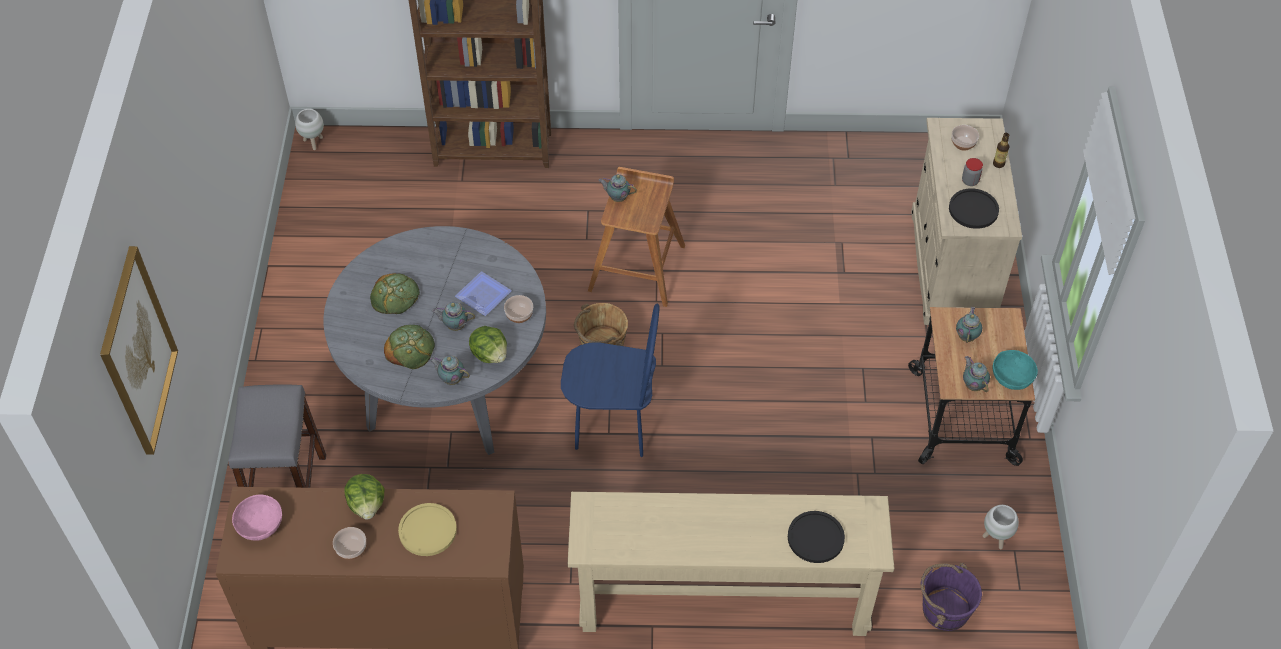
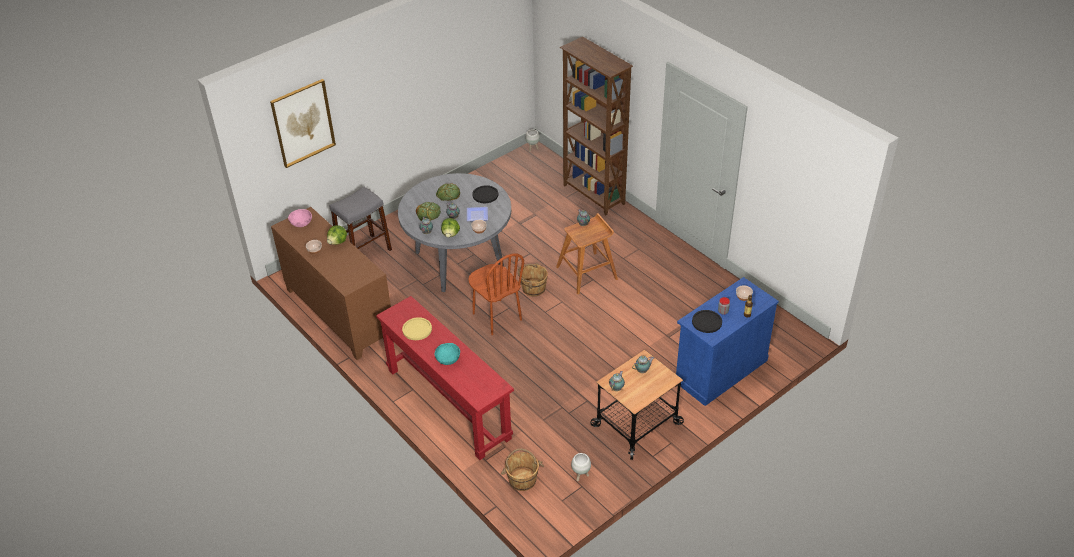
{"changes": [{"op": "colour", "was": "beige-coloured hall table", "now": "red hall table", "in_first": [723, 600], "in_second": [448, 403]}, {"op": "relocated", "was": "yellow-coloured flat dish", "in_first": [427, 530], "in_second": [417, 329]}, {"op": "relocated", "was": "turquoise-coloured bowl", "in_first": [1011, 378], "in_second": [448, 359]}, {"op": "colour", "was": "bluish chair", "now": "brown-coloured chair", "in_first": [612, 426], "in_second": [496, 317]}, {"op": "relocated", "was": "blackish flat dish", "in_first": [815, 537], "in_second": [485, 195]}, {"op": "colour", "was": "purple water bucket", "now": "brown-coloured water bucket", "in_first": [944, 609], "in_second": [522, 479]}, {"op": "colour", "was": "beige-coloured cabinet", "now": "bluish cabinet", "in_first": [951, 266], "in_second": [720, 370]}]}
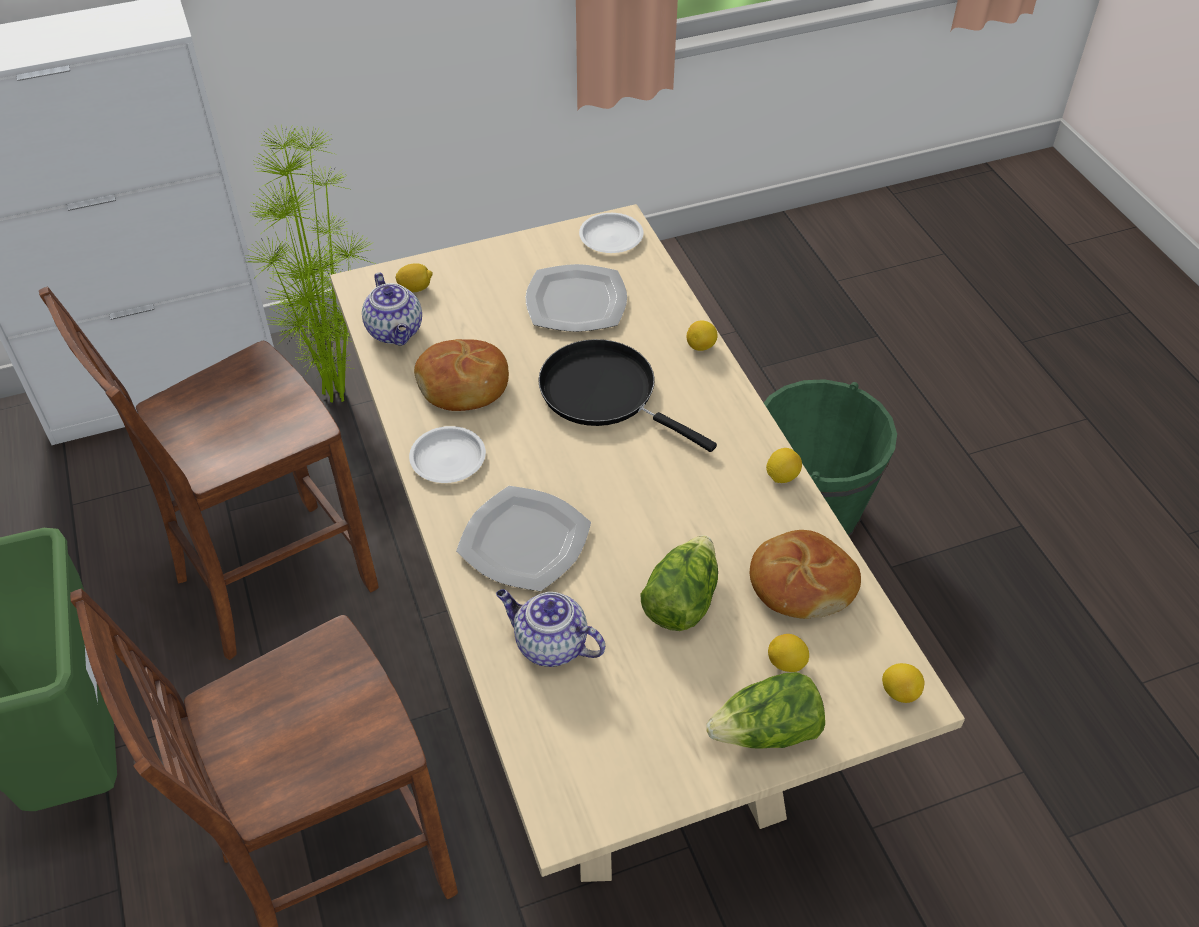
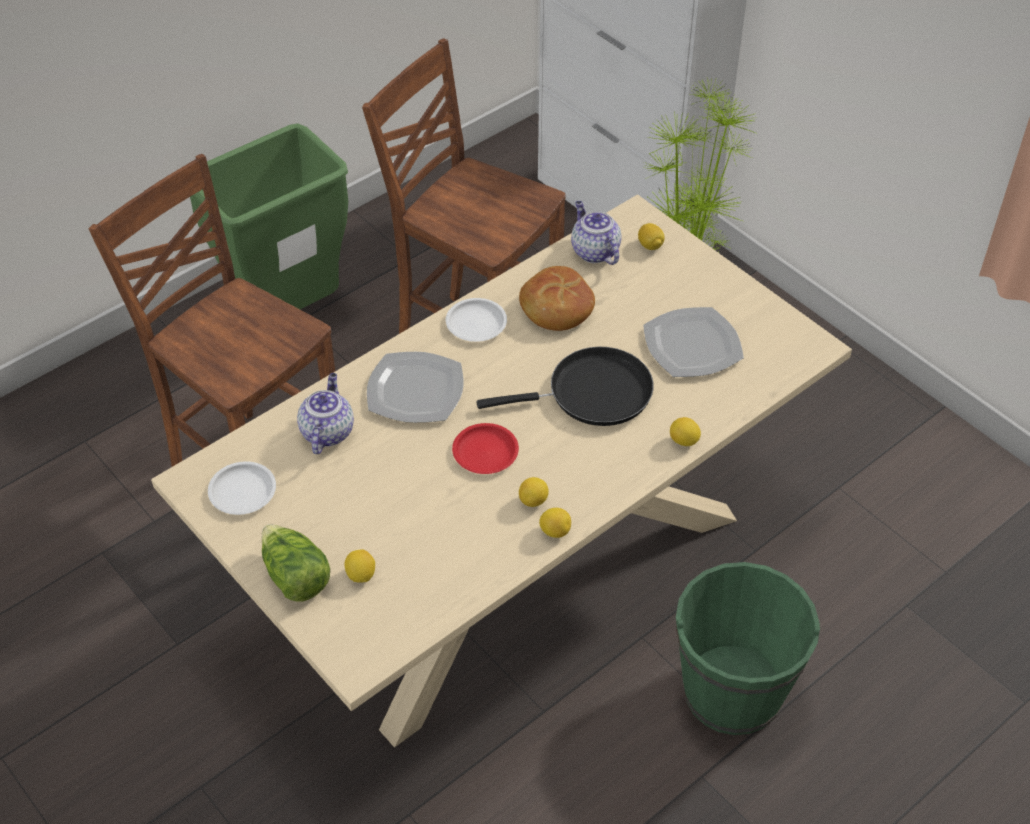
{"changes": [{"op": "relocated", "was": "white-coloured flat dish", "in_first": [611, 237], "in_second": [243, 492]}, {"op": "appeared", "now": "red flat dish", "in_second": [486, 452]}, {"op": "spun", "was": "blackish skillet", "in_first": [605, 393], "in_second": [592, 393], "clockwise": 60}, {"op": "relocated", "was": "lemon", "in_first": [899, 692], "in_second": [533, 501]}, {"op": "spun", "was": "teapot", "in_first": [396, 332], "in_second": [594, 251], "clockwise": 105}, {"op": "missing", "was": "lettuce", "in_first": [680, 599]}, {"op": "missing", "was": "bread", "in_first": [800, 584]}]}
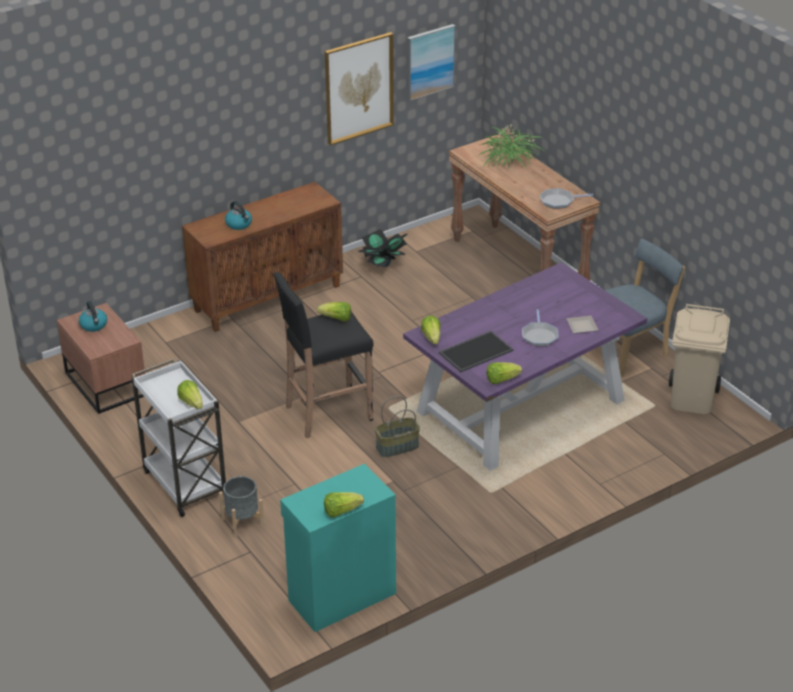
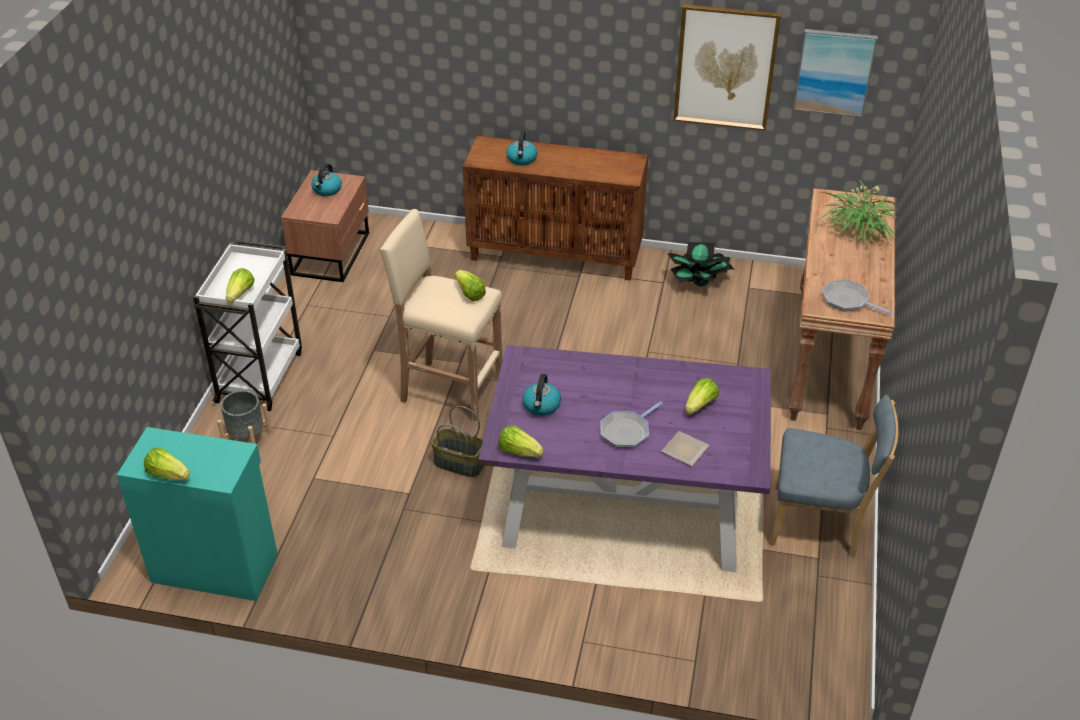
{"changes": [{"op": "colour", "was": "blackish stool", "now": "beige-coloured stool", "in_first": [327, 413], "in_second": [449, 391]}, {"op": "exchanged", "was": "tray", "now": "water kettle", "in_first": [476, 351], "in_second": [541, 406]}, {"op": "relocated", "was": "lettuce", "in_first": [432, 337], "in_second": [700, 405]}, {"op": "missing", "was": "beige-coloured waste bin", "in_first": [691, 398]}]}
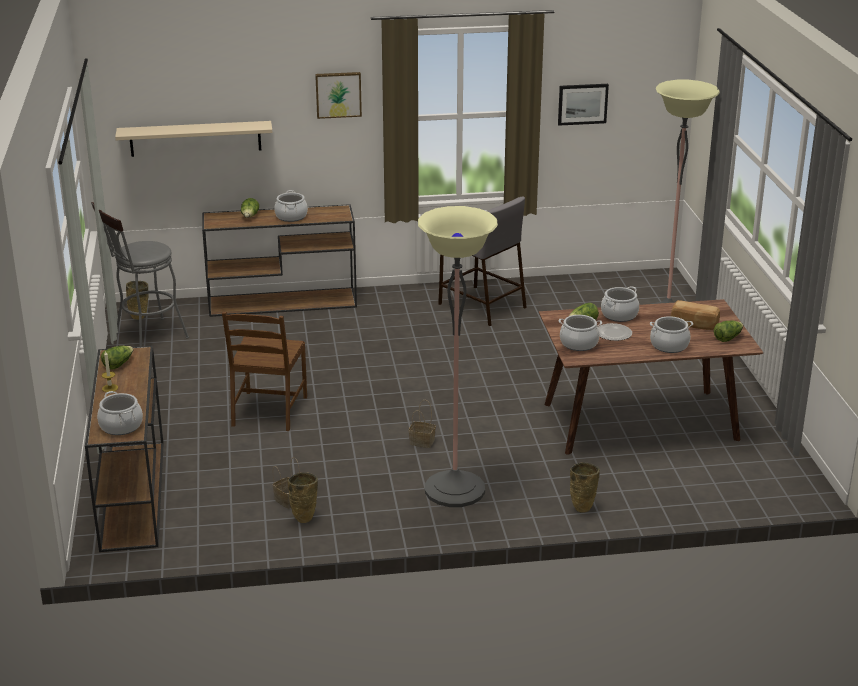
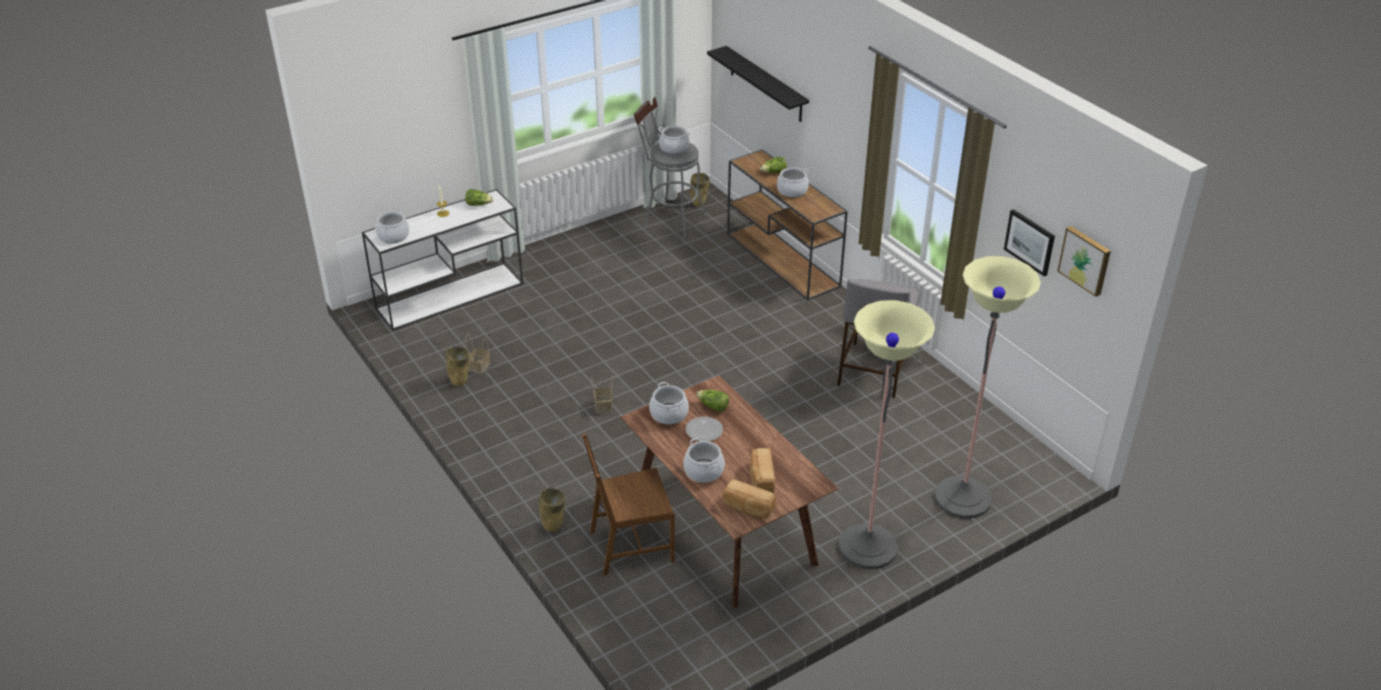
{"changes": [{"op": "colour", "was": "brown-coloured hall table", "now": "white-coloured hall table", "in_first": [132, 493], "in_second": [451, 295]}, {"op": "relocated", "was": "brown-coloured chair", "in_first": [269, 411], "in_second": [630, 546]}, {"op": "relocated", "was": "stockpot", "in_first": [619, 315], "in_second": [674, 148]}, {"op": "colour", "was": "beige-coloured wall shelf", "now": "blackish wall shelf", "in_first": [195, 138], "in_second": [766, 84]}, {"op": "exchanged", "was": "lettuce", "now": "bread", "in_first": [727, 338], "in_second": [748, 507]}, {"op": "relocated", "was": "standing lamp", "in_first": [454, 489], "in_second": [868, 547]}, {"op": "relocated", "was": "wall art", "in_first": [338, 94], "in_second": [1085, 260]}]}
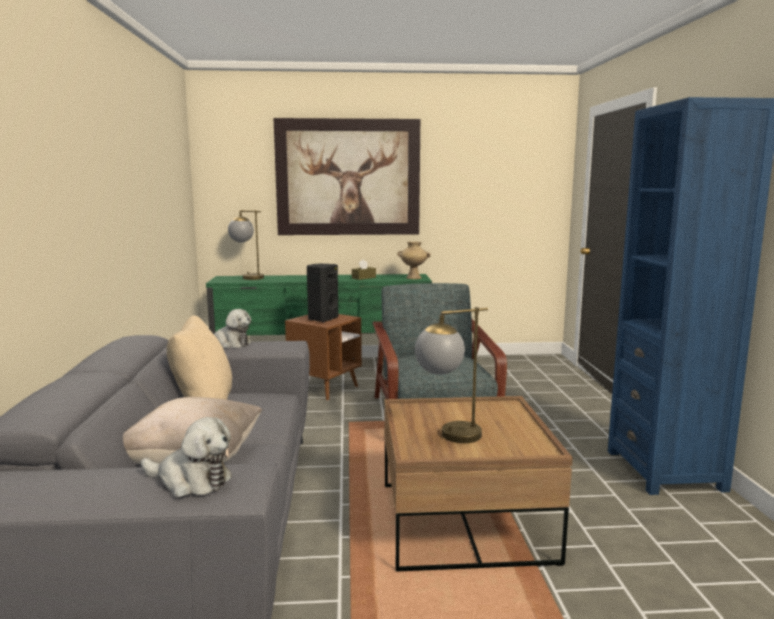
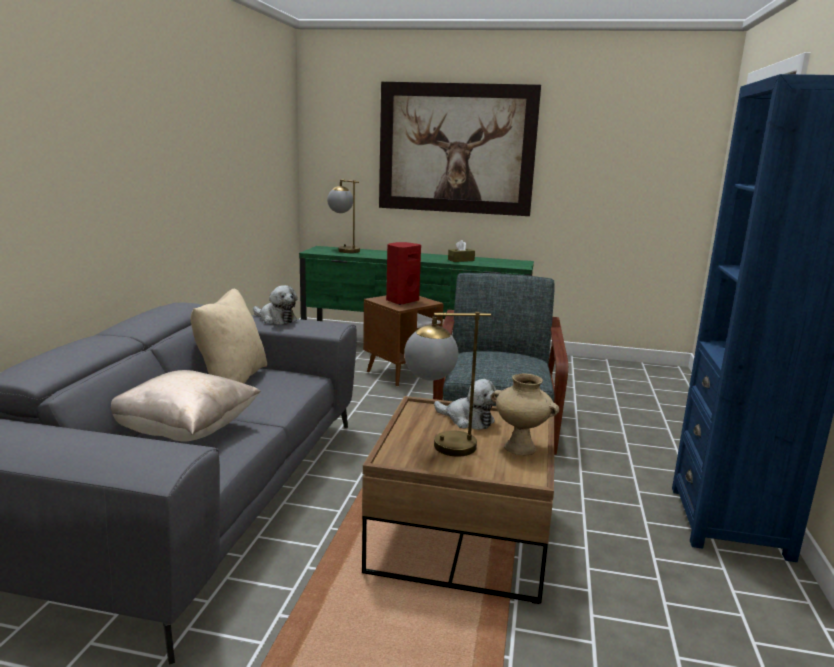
{"changes": [{"op": "colour", "was": "blackish speaker", "now": "red speaker", "in_first": [322, 319], "in_second": [401, 301]}, {"op": "relocated", "was": "soft toy", "in_first": [191, 481], "in_second": [467, 420]}, {"op": "relocated", "was": "beige-coloured vase", "in_first": [414, 278], "in_second": [521, 447]}]}
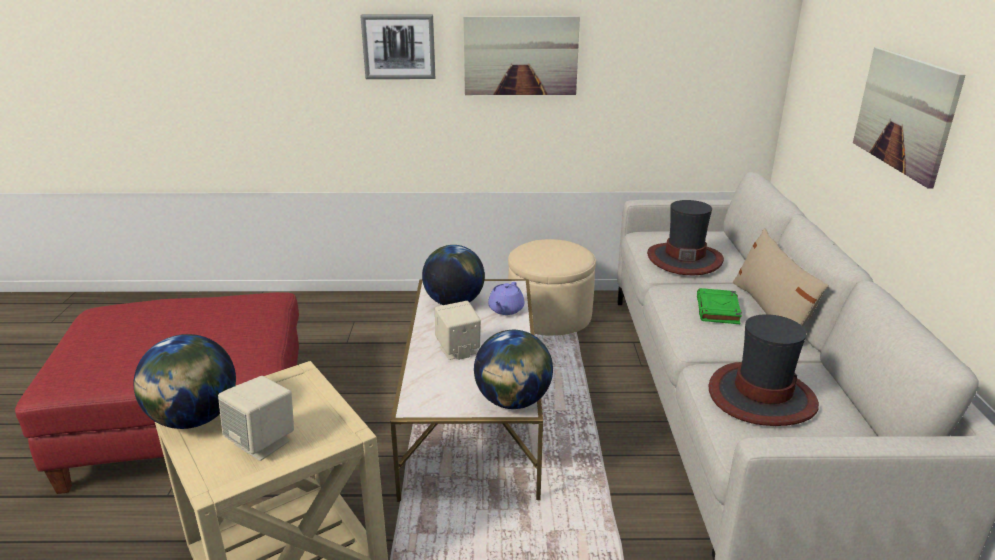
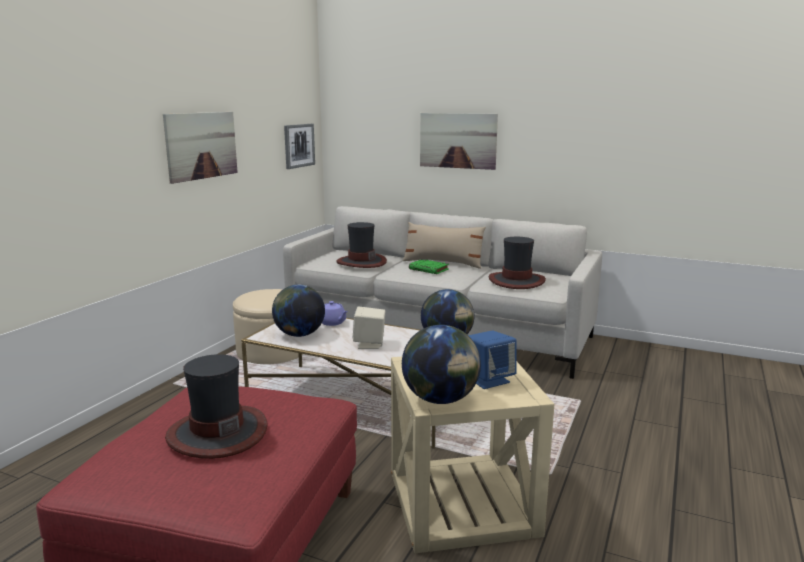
{"changes": [{"op": "appeared", "now": "wearable hat", "in_second": [217, 433]}, {"op": "relocated", "was": "wall art", "in_first": [399, 46], "in_second": [298, 145]}, {"op": "colour", "was": "beige-coloured speaker", "now": "bluish speaker", "in_first": [263, 442], "in_second": [488, 380]}]}
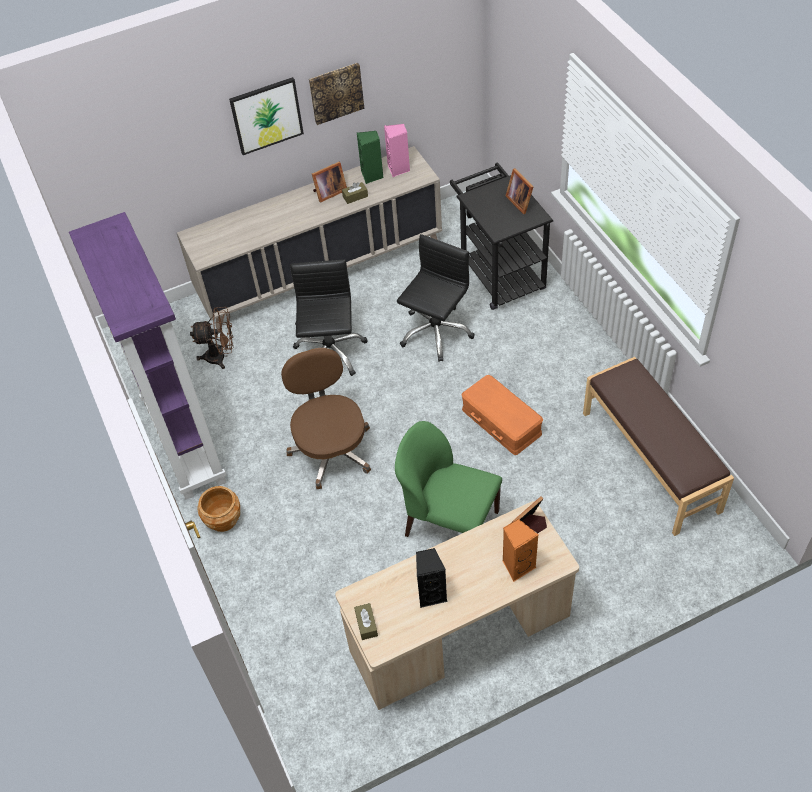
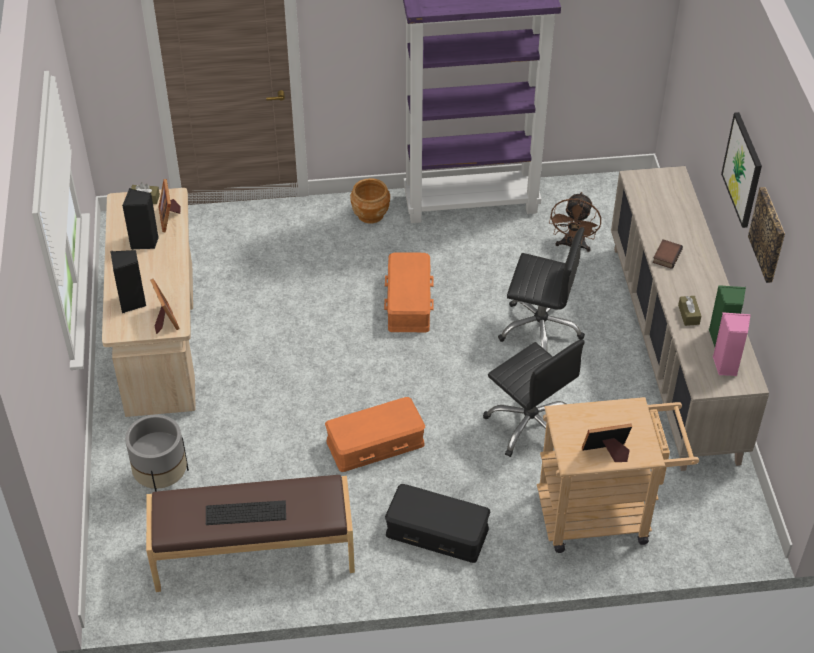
{"changes": [{"op": "colour", "was": "orangey speaker", "now": "blackish speaker", "in_first": [517, 565], "in_second": [132, 302]}, {"op": "appeared", "now": "gray planter", "in_second": [162, 480]}, {"op": "relocated", "was": "picture frame", "in_first": [328, 193], "in_second": [170, 217]}, {"op": "appeared", "now": "PC keyboard", "in_second": [246, 513]}, {"op": "exchanged", "was": "brown-coloured computer chair", "now": "orangey storage box", "in_first": [331, 450], "in_second": [409, 301]}, {"op": "appeared", "now": "blackish storage box", "in_second": [436, 532]}, {"op": "colour", "was": "blackish trolley", "now": "beige-coloured trolley", "in_first": [498, 272], "in_second": [604, 514]}, {"op": "appeared", "now": "bound book", "in_second": [666, 256]}, {"op": "missing", "was": "greenish chair", "in_first": [450, 523]}]}
